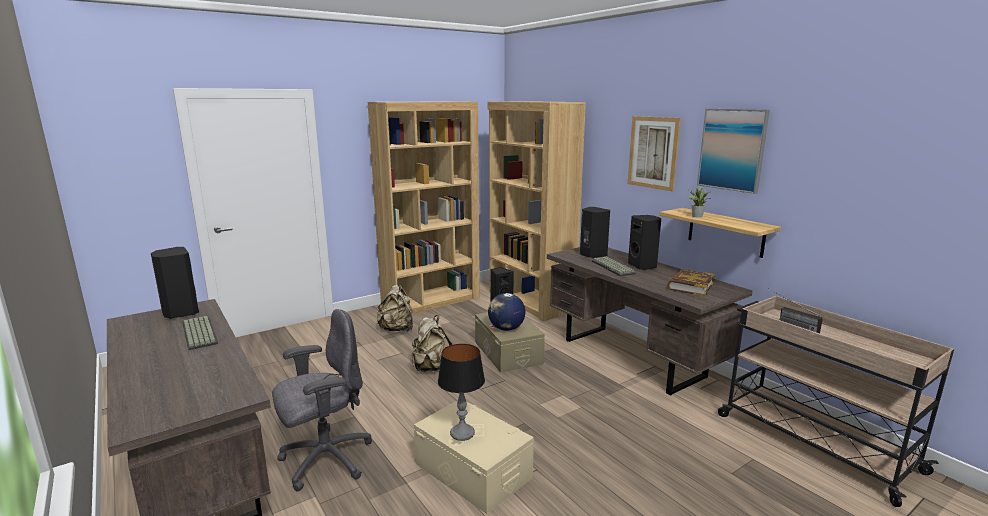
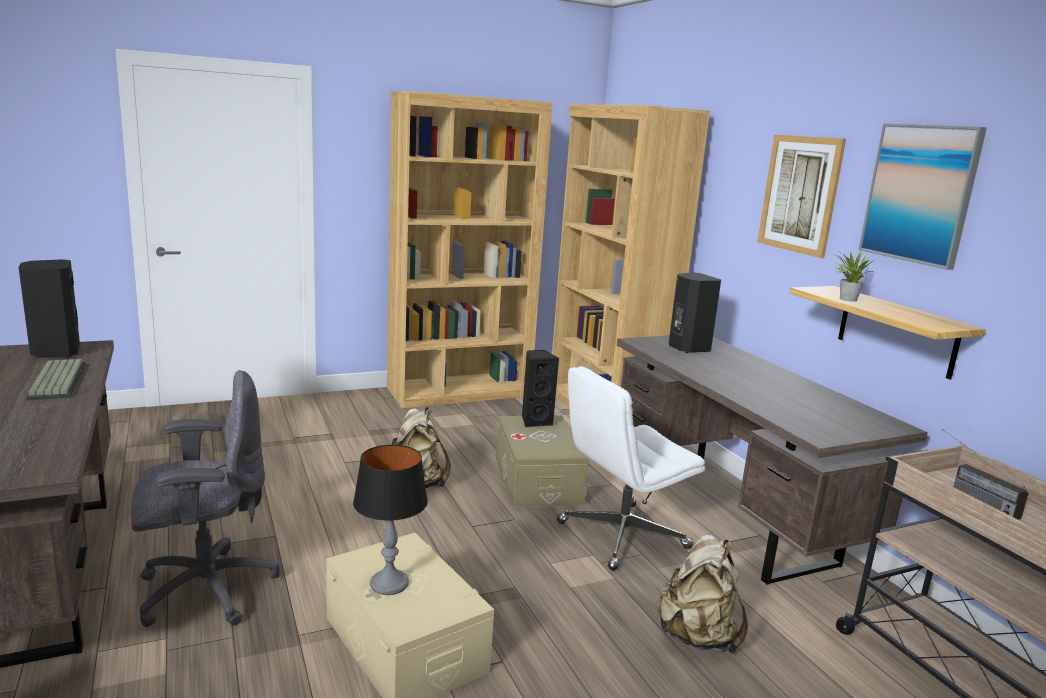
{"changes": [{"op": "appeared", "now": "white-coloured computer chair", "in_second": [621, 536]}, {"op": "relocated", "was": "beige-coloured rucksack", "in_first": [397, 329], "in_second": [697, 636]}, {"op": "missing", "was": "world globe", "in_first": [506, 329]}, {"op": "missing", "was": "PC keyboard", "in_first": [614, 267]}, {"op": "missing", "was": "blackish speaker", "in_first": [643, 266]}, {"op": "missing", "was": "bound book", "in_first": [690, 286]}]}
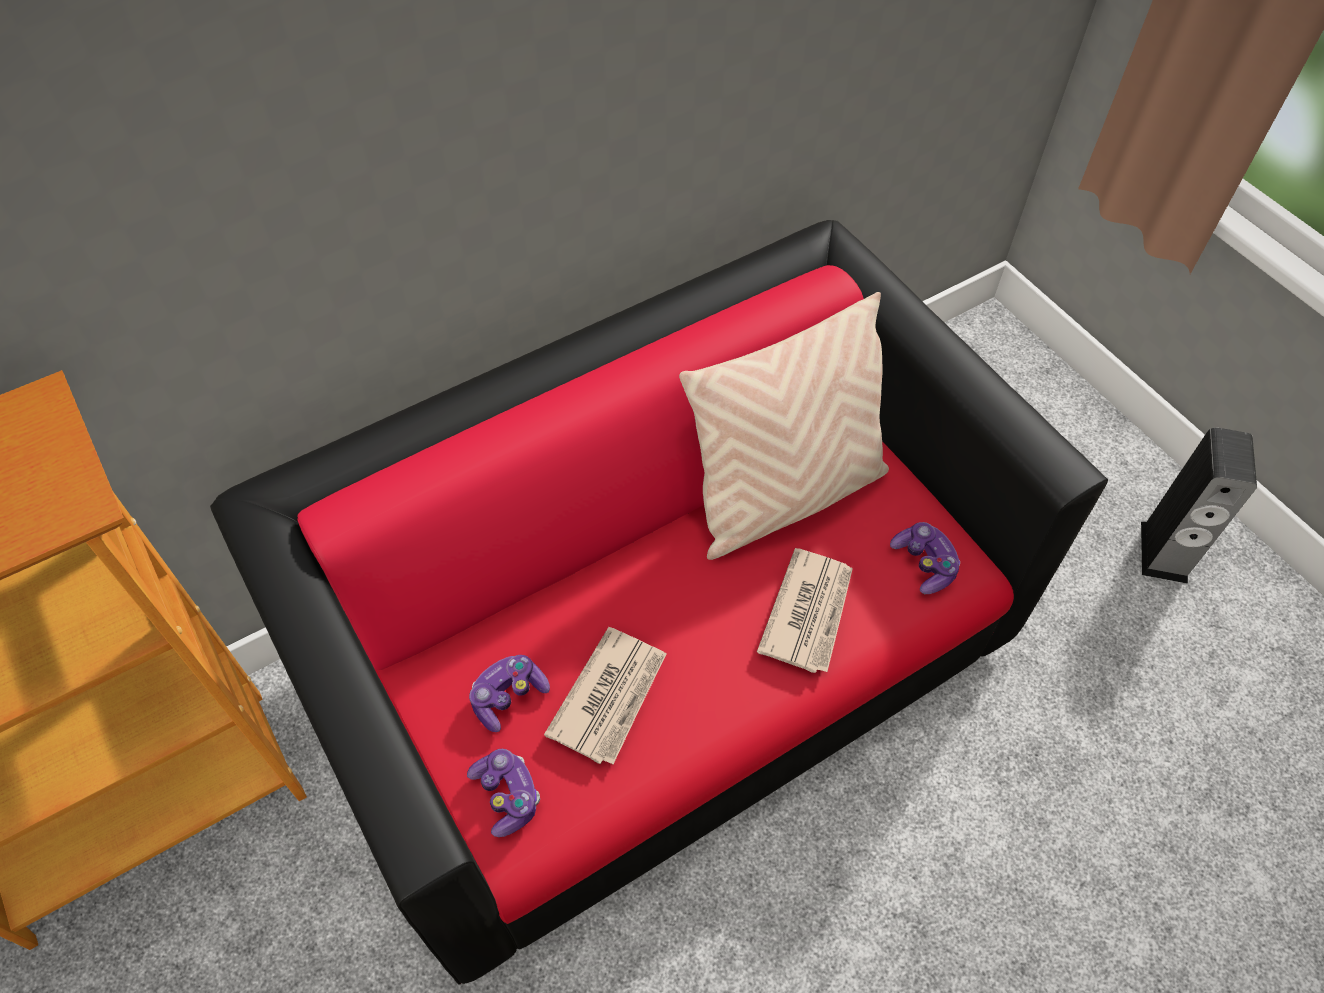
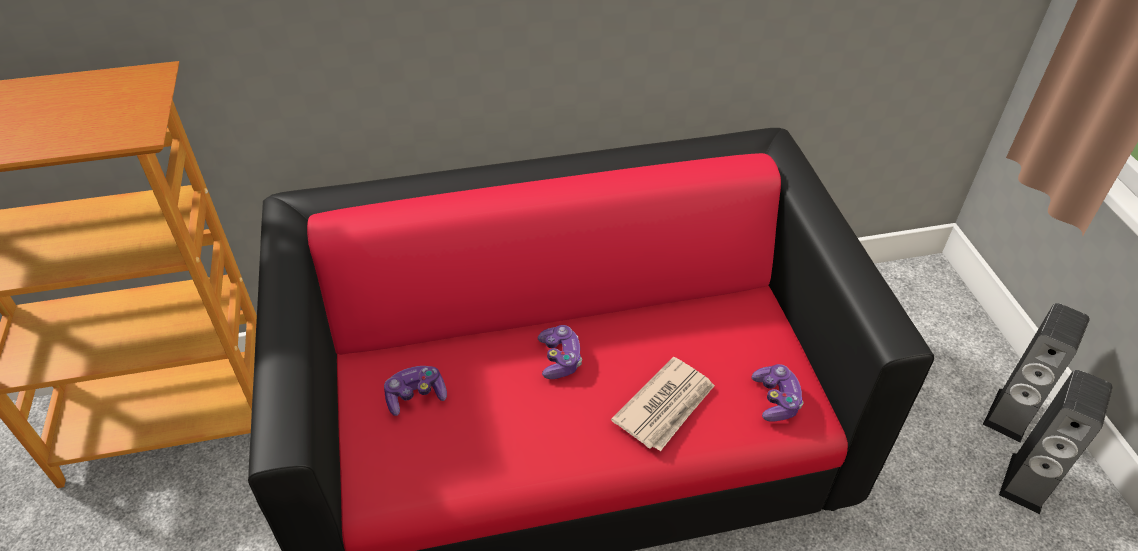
{"changes": [{"op": "relocated", "was": "gamepad", "in_first": [507, 795], "in_second": [560, 359]}, {"op": "appeared", "now": "speaker", "in_second": [1009, 415]}, {"op": "missing", "was": "daily paper", "in_first": [611, 697]}, {"op": "missing", "was": "beige-coloured pillow", "in_first": [785, 496]}]}
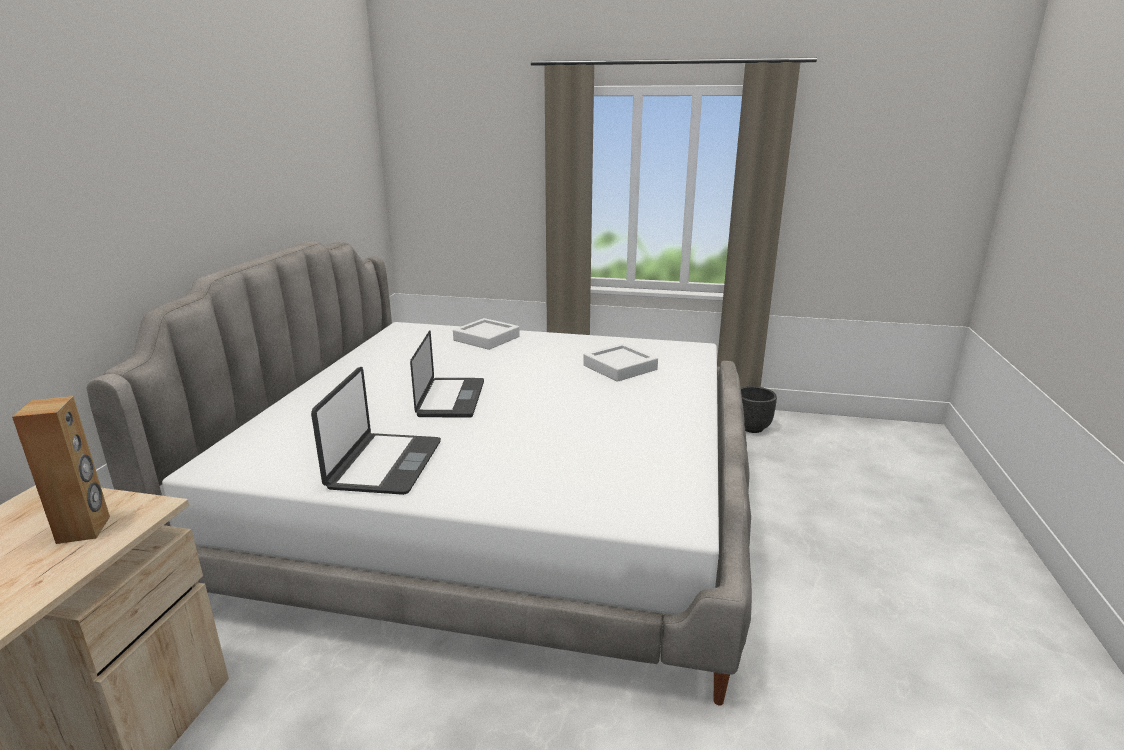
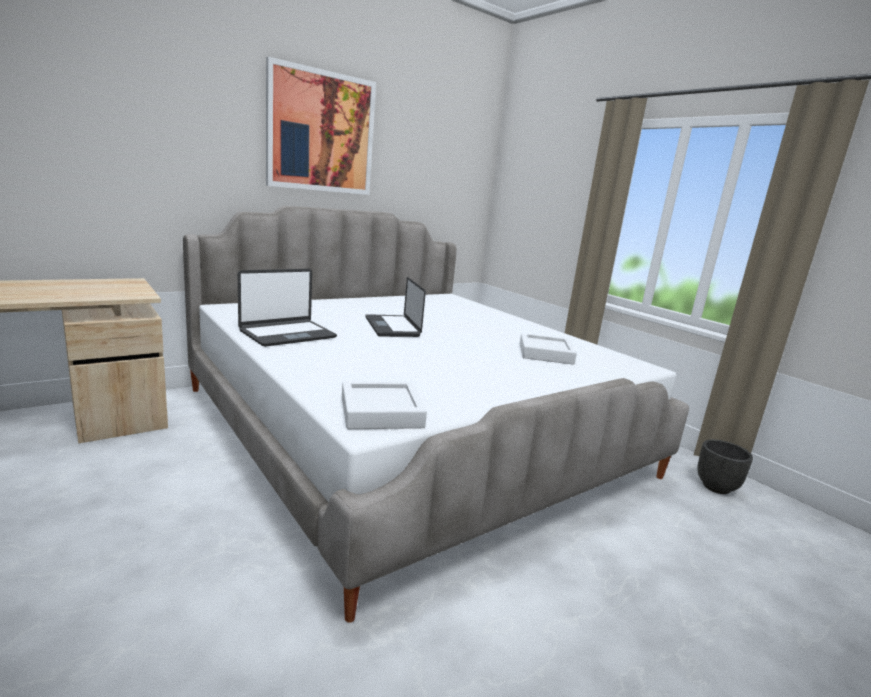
{"changes": [{"op": "appeared", "now": "wall art", "in_second": [321, 132]}, {"op": "relocated", "was": "white-coloured tray", "in_first": [486, 338], "in_second": [381, 412]}, {"op": "spun", "was": "laptop", "in_first": [451, 399], "in_second": [392, 327], "clockwise": 120}, {"op": "missing", "was": "brown-coloured speaker", "in_first": [84, 529]}]}
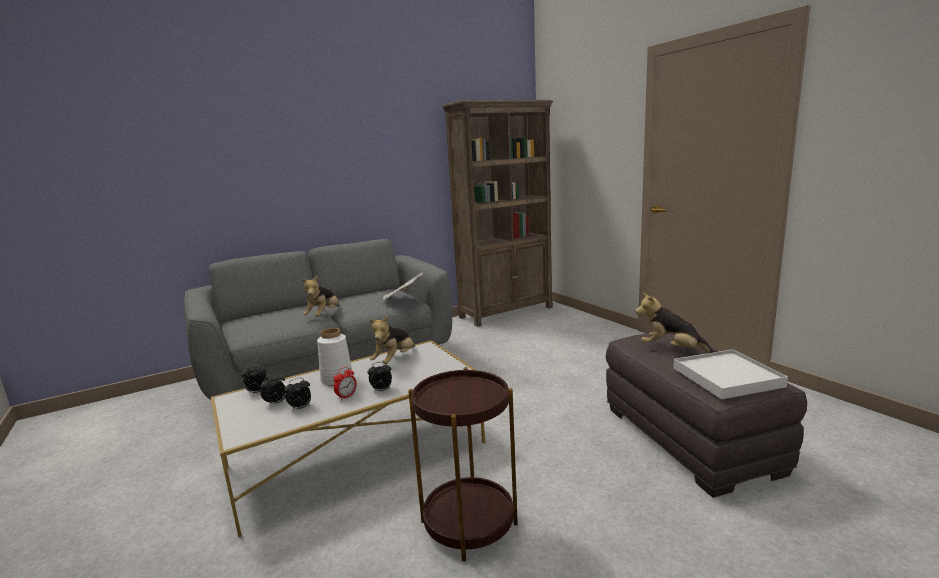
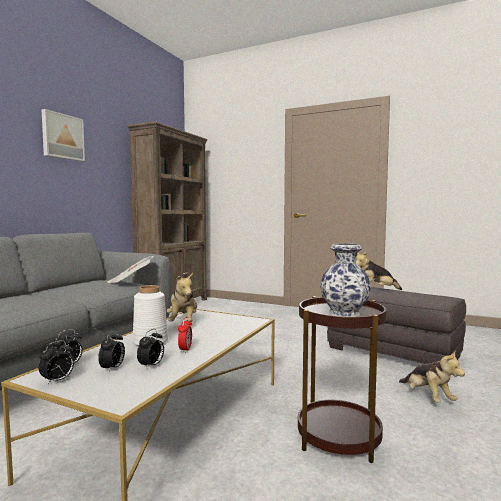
{"changes": [{"op": "relocated", "was": "table clock", "in_first": [381, 390], "in_second": [57, 381]}, {"op": "appeared", "now": "wall art", "in_second": [62, 136]}, {"op": "appeared", "now": "vase", "in_second": [344, 314]}, {"op": "relocated", "was": "soft toy", "in_first": [324, 315], "in_second": [428, 397]}, {"op": "missing", "was": "white-coloured tray", "in_first": [727, 377]}]}
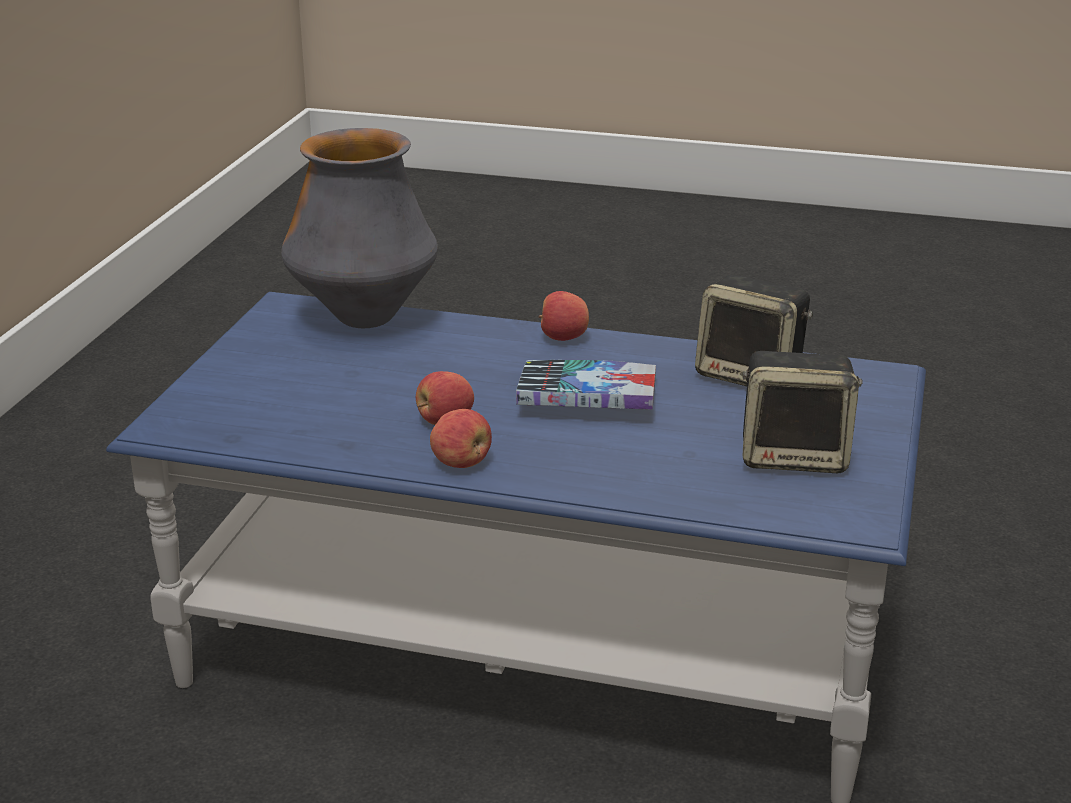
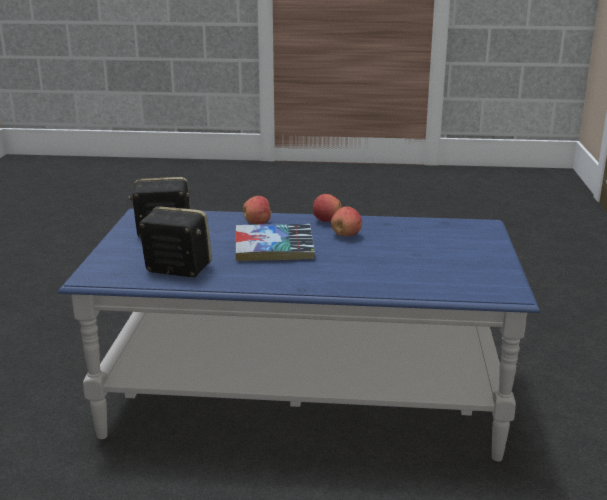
{"changes": [{"op": "relocated", "was": "apple fruit", "in_first": [563, 338], "in_second": [257, 223]}, {"op": "missing", "was": "vase", "in_first": [364, 318]}]}
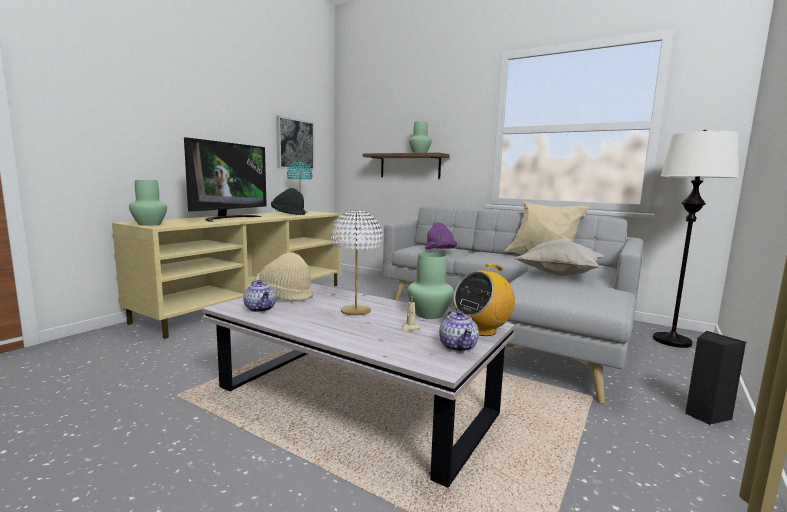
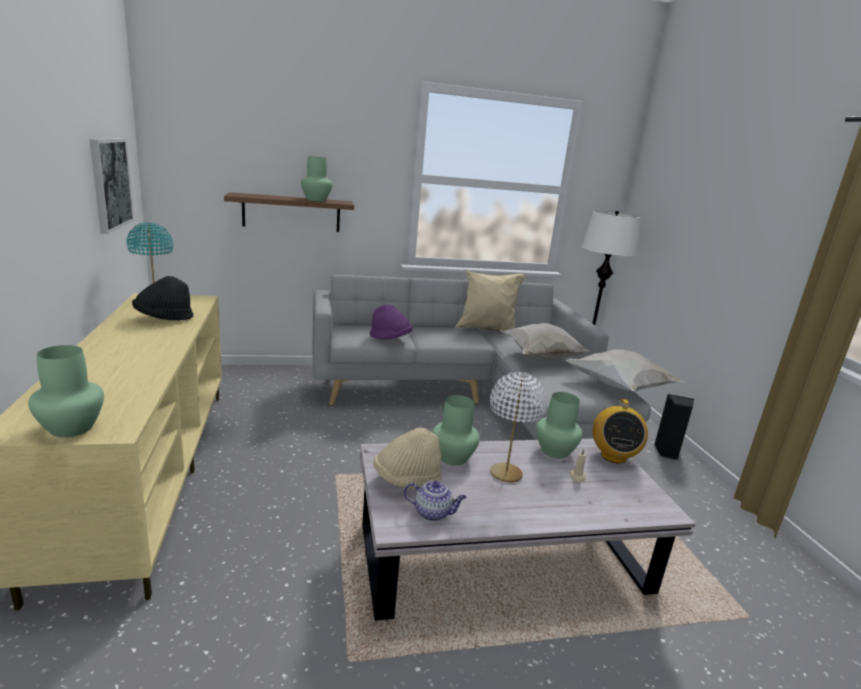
{"changes": [{"op": "appeared", "now": "greenish vase", "in_second": [452, 458]}, {"op": "appeared", "now": "white-coloured pillow", "in_second": [620, 388]}, {"op": "missing", "was": "TV", "in_first": [228, 218]}, {"op": "missing", "was": "teapot", "in_first": [458, 346]}]}
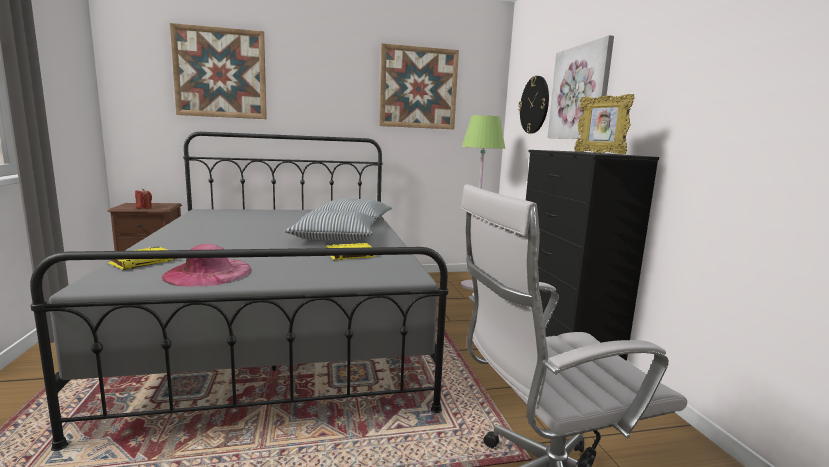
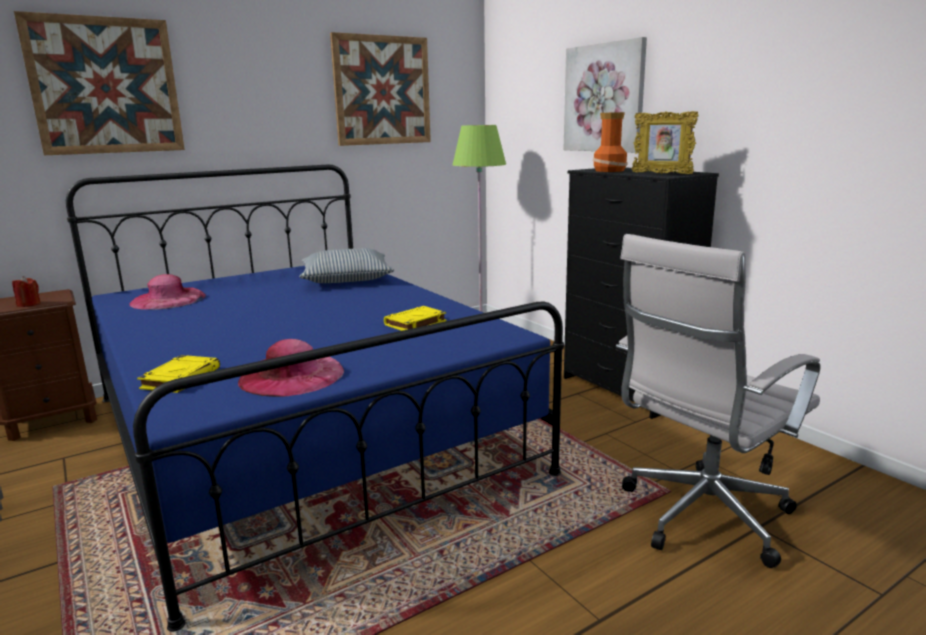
{"changes": [{"op": "colour", "was": "gray sleeping bed", "now": "bluish sleeping bed", "in_first": [281, 328], "in_second": [301, 432]}, {"op": "appeared", "now": "pink-coloured wearable hat", "in_second": [168, 299]}, {"op": "appeared", "now": "vase", "in_second": [608, 170]}, {"op": "missing", "was": "pillow", "in_first": [334, 237]}, {"op": "missing", "was": "wall clock", "in_first": [534, 105]}]}
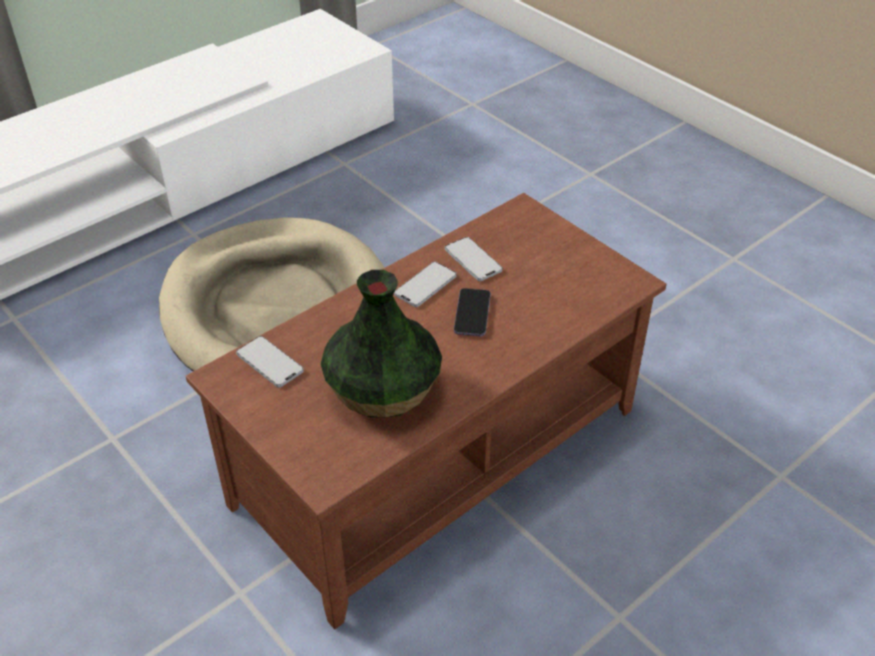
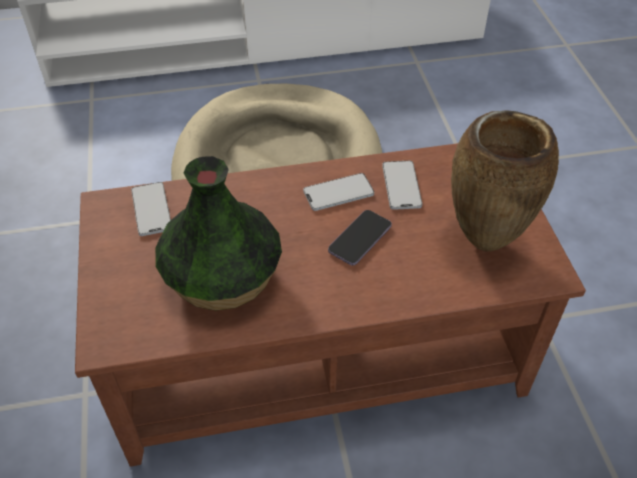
{"changes": [{"op": "appeared", "now": "brown-coloured vase", "in_second": [483, 241]}]}
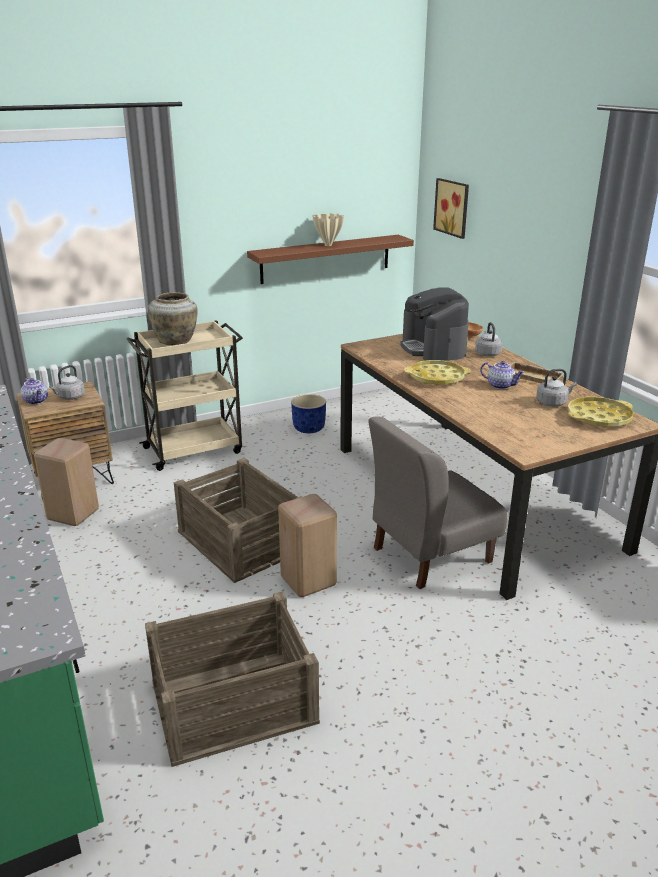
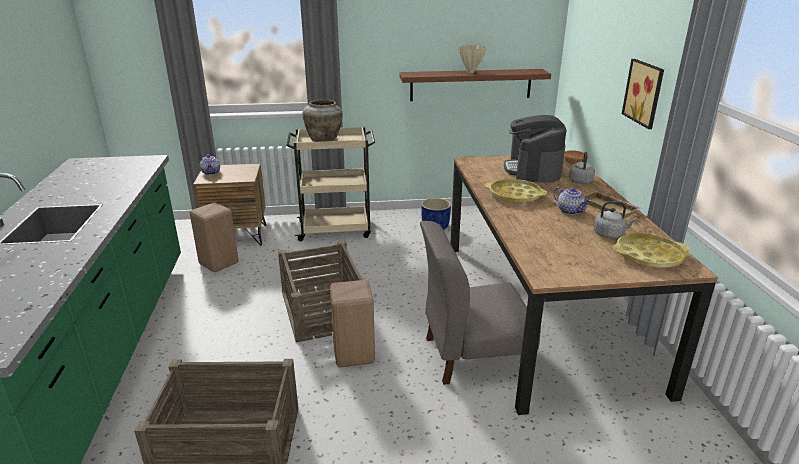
{"changes": [{"op": "relocated", "was": "wall art", "in_first": [453, 207], "in_second": [645, 93]}, {"op": "missing", "was": "gray water kettle", "in_first": [70, 397]}]}
